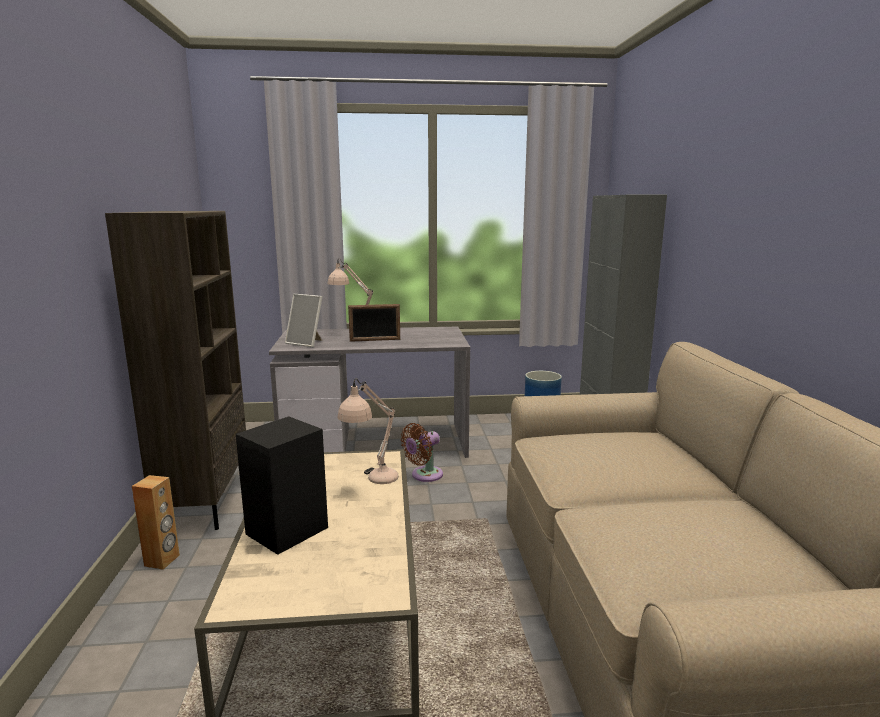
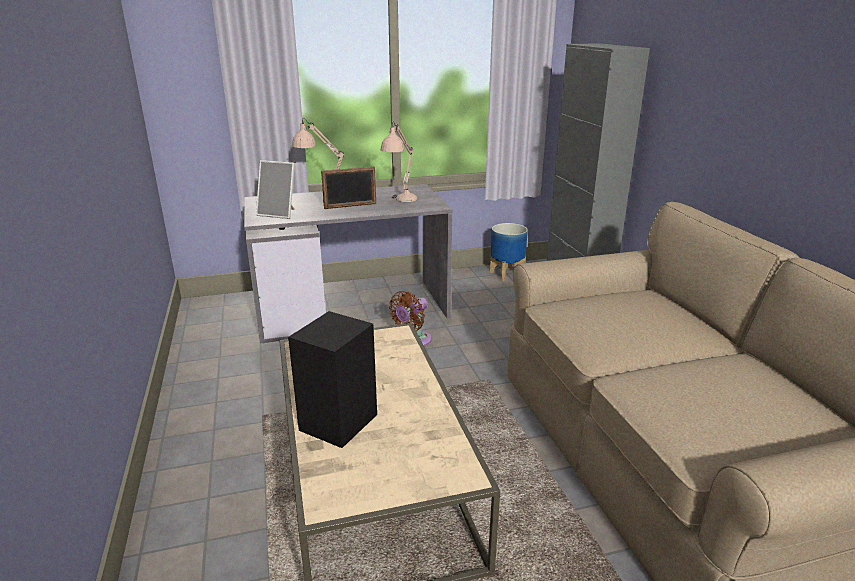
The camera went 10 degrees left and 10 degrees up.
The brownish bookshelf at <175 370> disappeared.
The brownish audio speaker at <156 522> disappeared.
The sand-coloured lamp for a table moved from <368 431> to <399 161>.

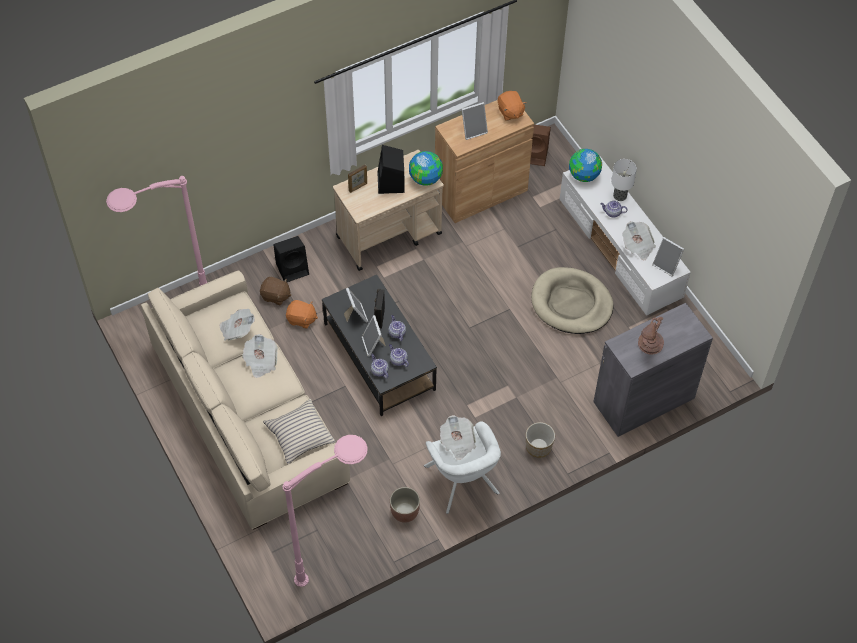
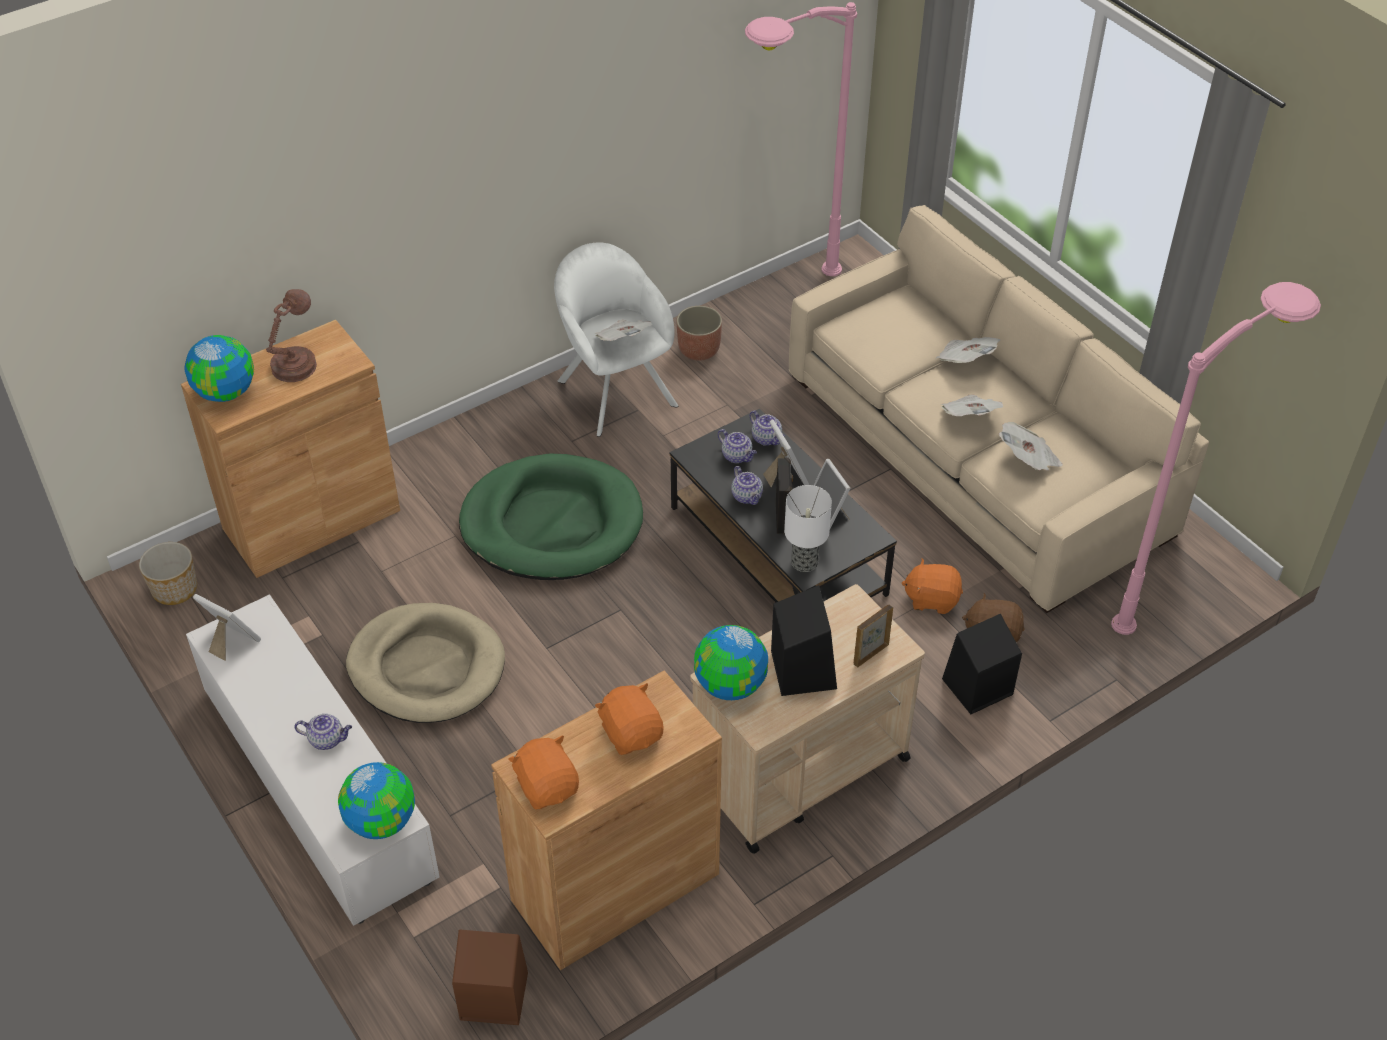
The camera went 175 degrees right and 10 degrees down.
The sand-coloured throw pillow at <299 431> disappeared.
The photo frame at <475 121> was replaced by the orange-coloured soft toy at <629 719>.
The flower pot moved from <540 440> to <168 573>.
The grey storage cabinet at <653 370> became the brownish storage cabinet at <290 449>.
The lamp for a table moved from <624 180> to <808 528>.
The newspaper moved from <639 240> to <968 350>.
The globe at <219 368> appeared.
The green pet bed at <551 516> appeared.

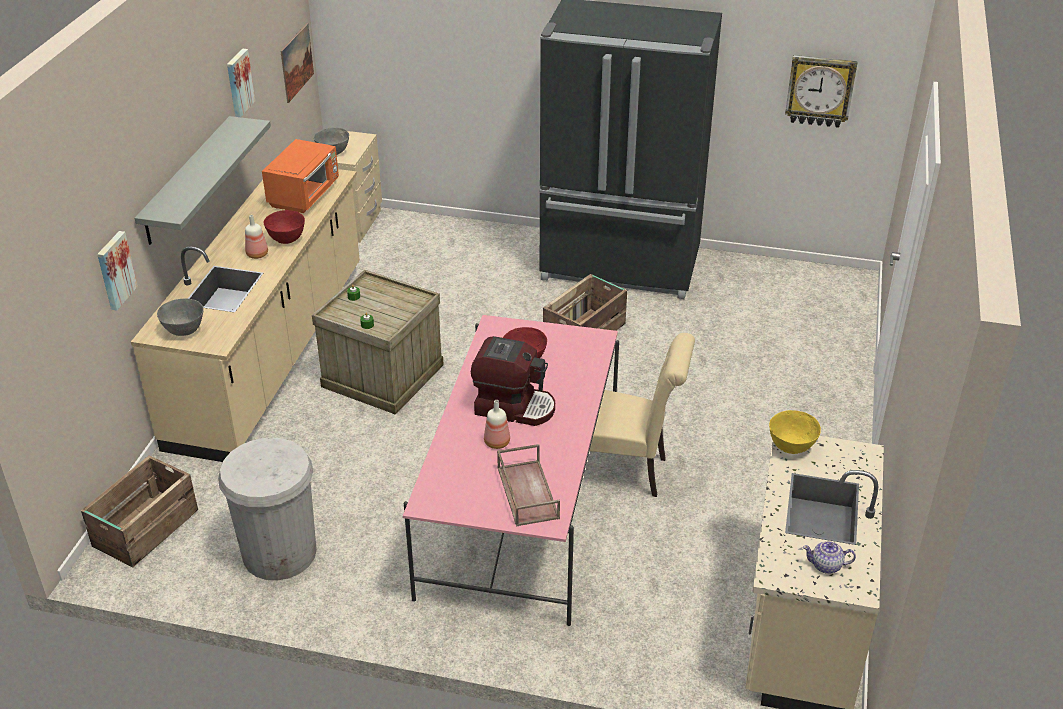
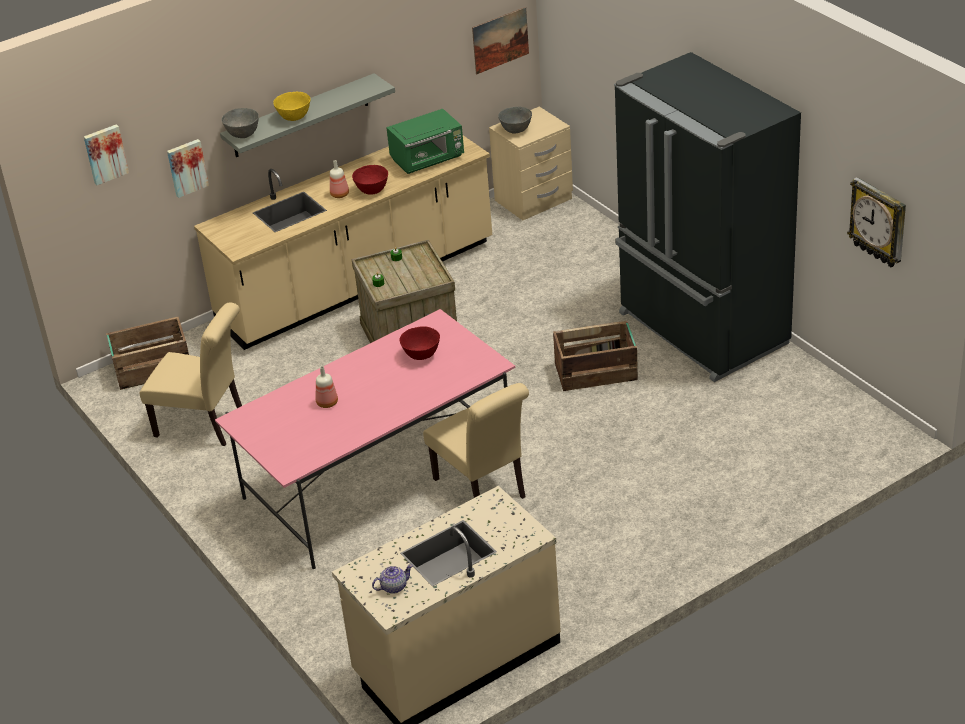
The camera went 45 degrees right and 0 degrees up.
The grey bowl moved from <180 317> to <240 123>.
The whitish rubbish bin at <267 509> was replaced by the sand-coloured chair at <190 374>.
The picture moved from <241 83> to <106 154>.
The orange-coloured kitchen microwave at <300 176> became the green kitchen microwave at <425 141>.
The coffee maker at <513 381> disappeared.
The brownish tray at <528 485> disappeared.
The yellow-coloured bowl moved from <795 432> to <292 106>.
The pot for tea at <829 557> turned 105 degrees clockwise.

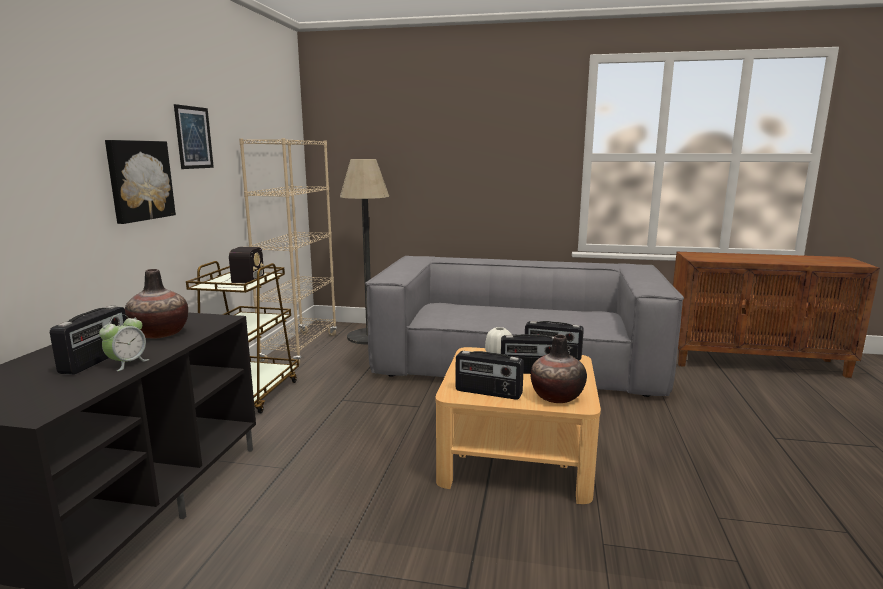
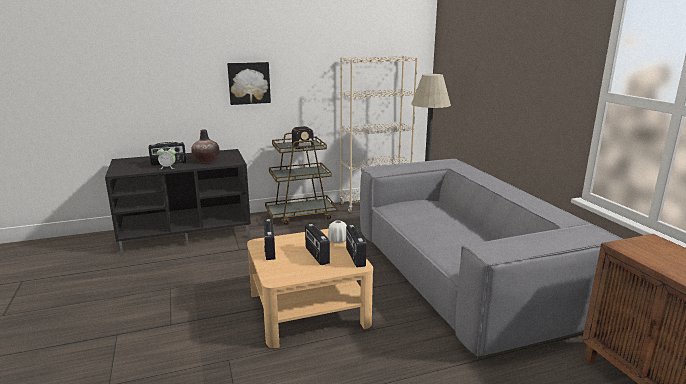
The camera went 60 degrees right and 5 degrees up.
The picture at <194 136> disappeared.
The flower vase at <559 369> disappeared.

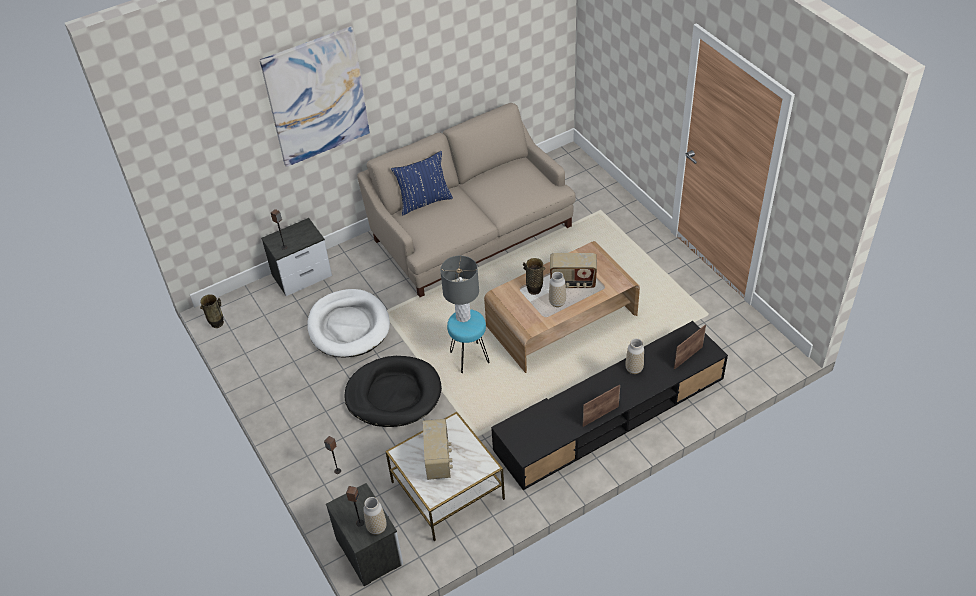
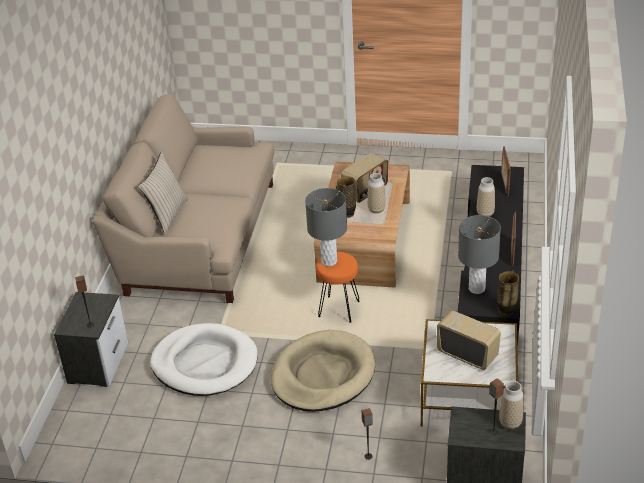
The camera went 50 degrees left and 10 degrees down.
The flower vase moved from <212 311> to <508 293>.
The picture at <315 96> disappeared.
The blackish pet bed at <393 391> became the sand-coloured pet bed at <322 371>.
The blue throw pillow at <422 183> became the sand-coloured throw pillow at <163 193>.
The turquoise-coloured stool at <468 341> became the orange-coloured stool at <338 287>.
The grey lamp for a table at <479 254> appeared.

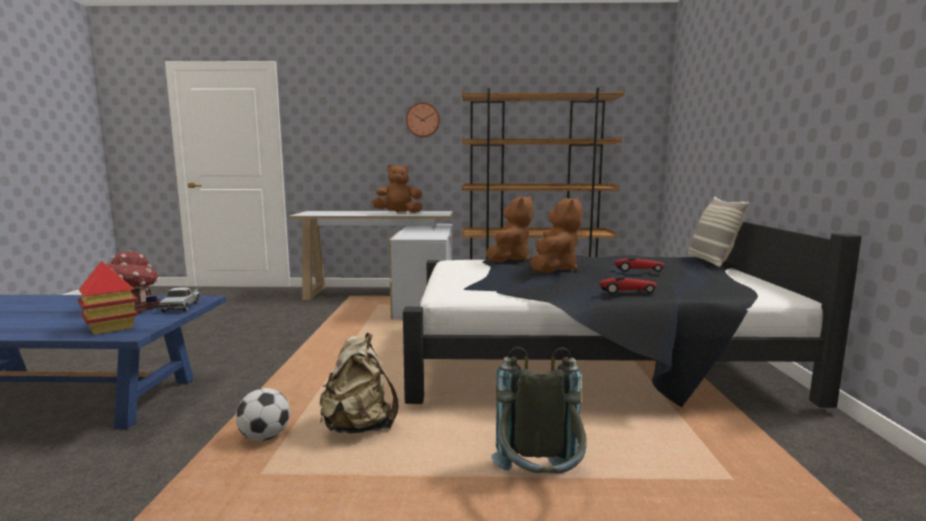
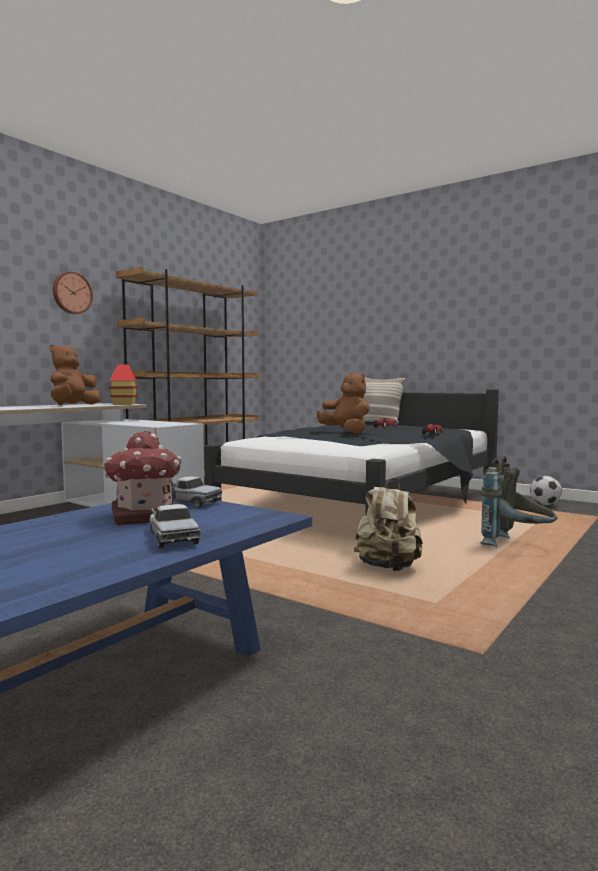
The camera went 55 degrees left and 5 degrees down.
The model house moved from <108 298> to <123 384>.
The football moved from <263 414> to <546 490>.
The brownish soft toy at <509 229> disappeared.
The model truck at <175 526> appeared.

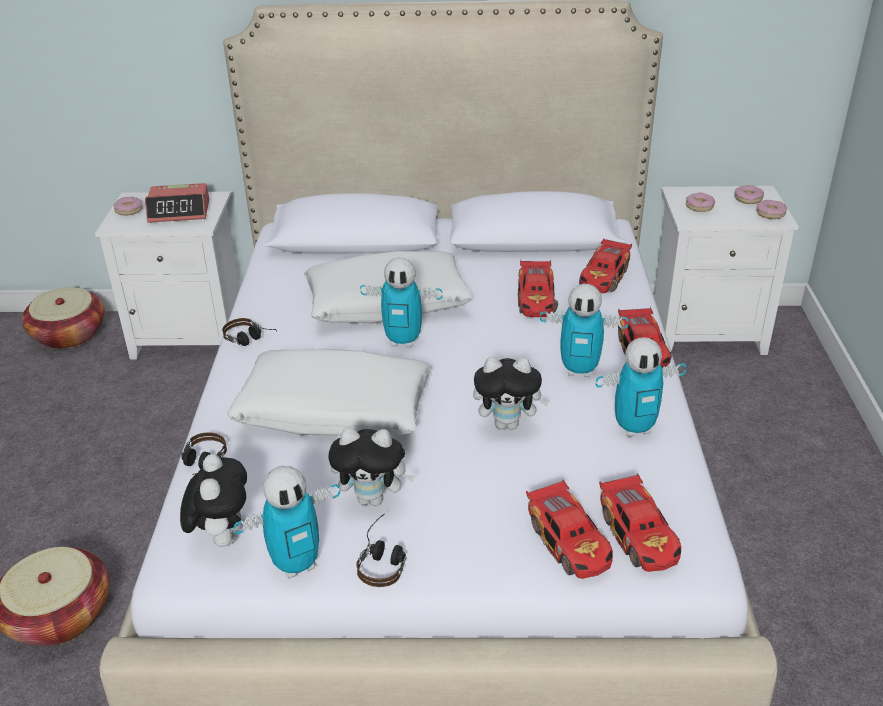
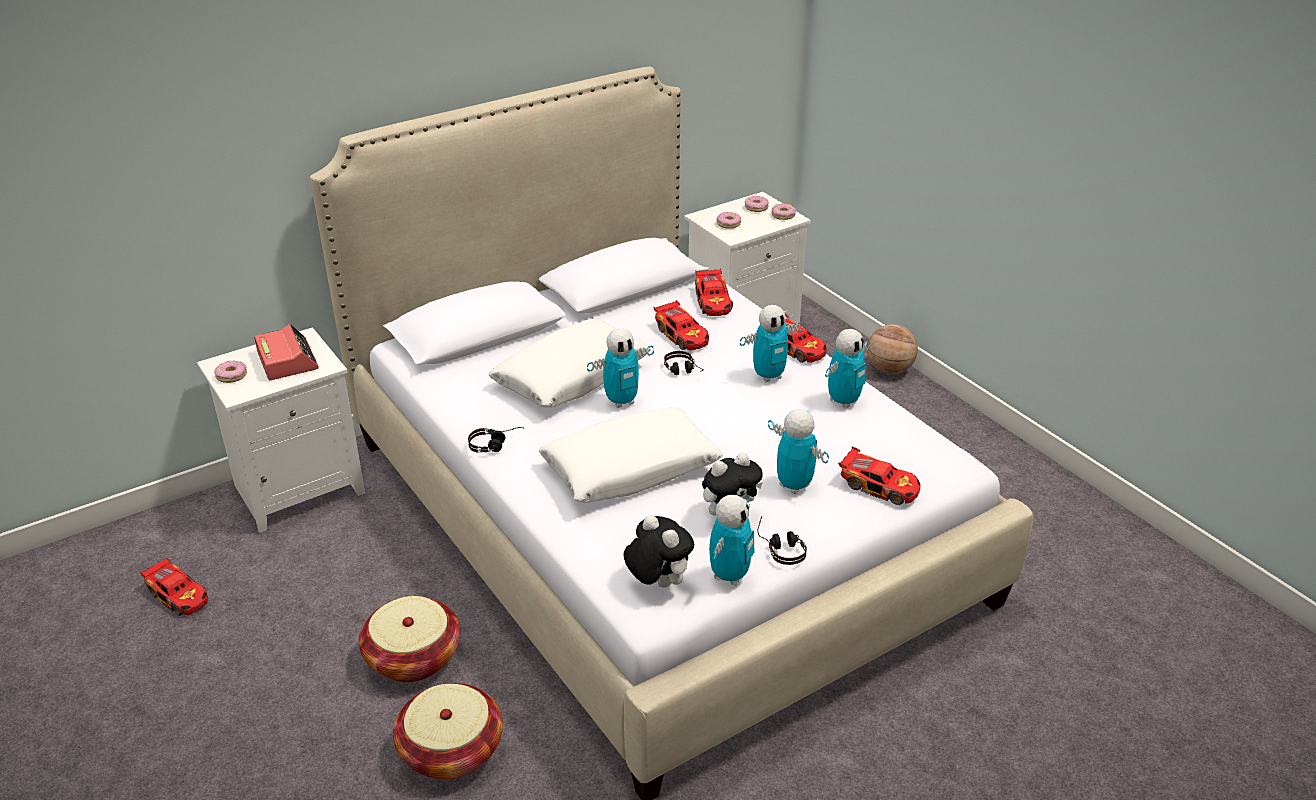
The camera went 35 degrees left and 0 degrees up.
The storage basket moved from <63 318> to <410 639>.
The table clock at <177 203> turned 75 degrees counterclockwise.
The headset moved from <204 453> to <684 363>.
The soft toy at <511 393> disappeared.
The toy car moved from <640 522> to <174 586>.
The toy robot at <798 451> appeared.
The basketball ball at <892 349> appeared.

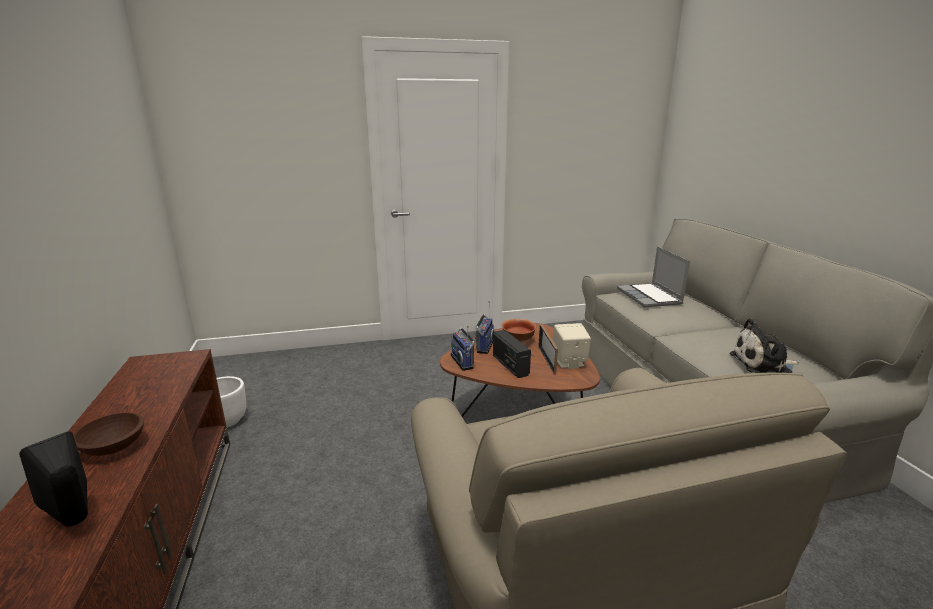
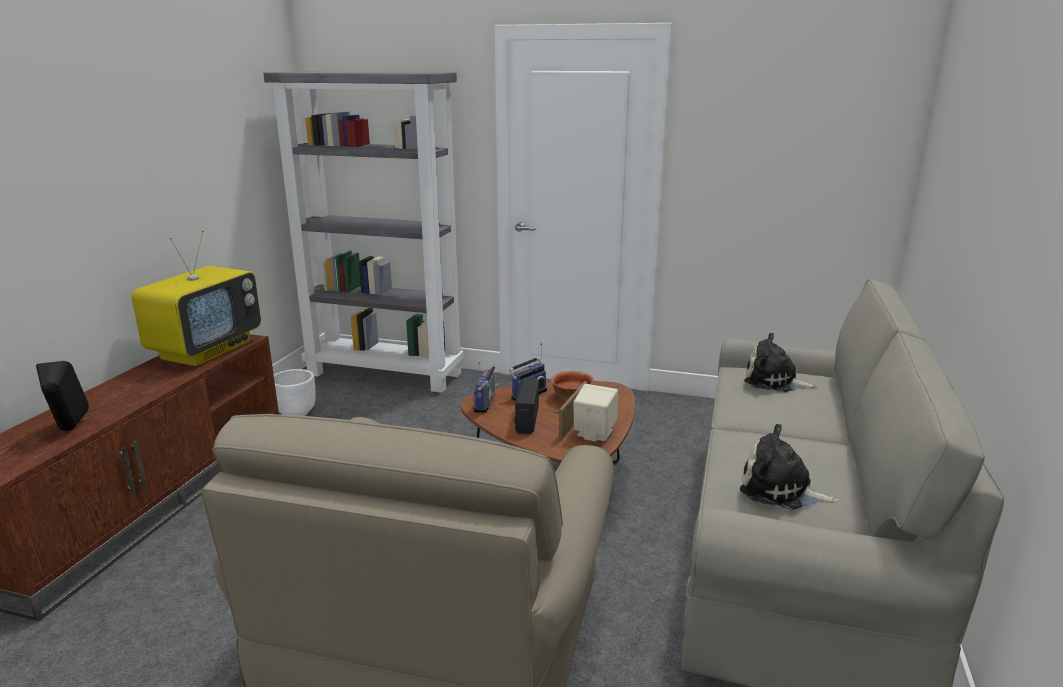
The camera went 30 degrees right and 0 degrees up.
The brownish bowl at <108 434> disappeared.
The laptop at <653 276> was replaced by the soft toy at <780 362>.
The television at <196 298> appeared.
The grey bookshelf at <363 232> appeared.

